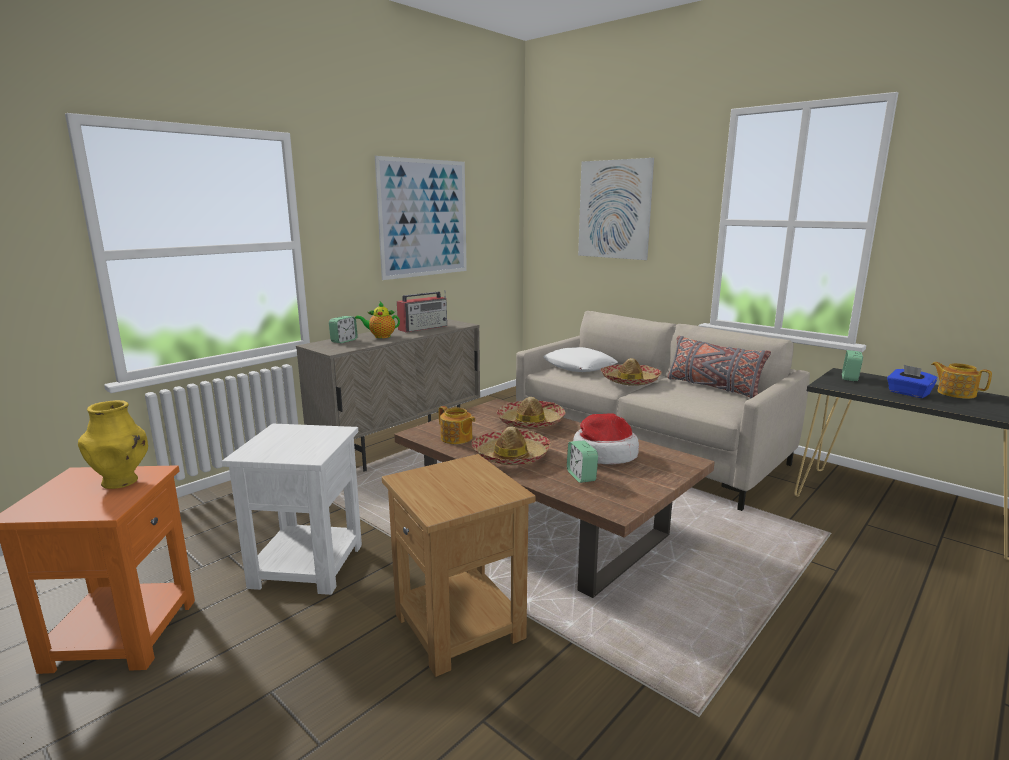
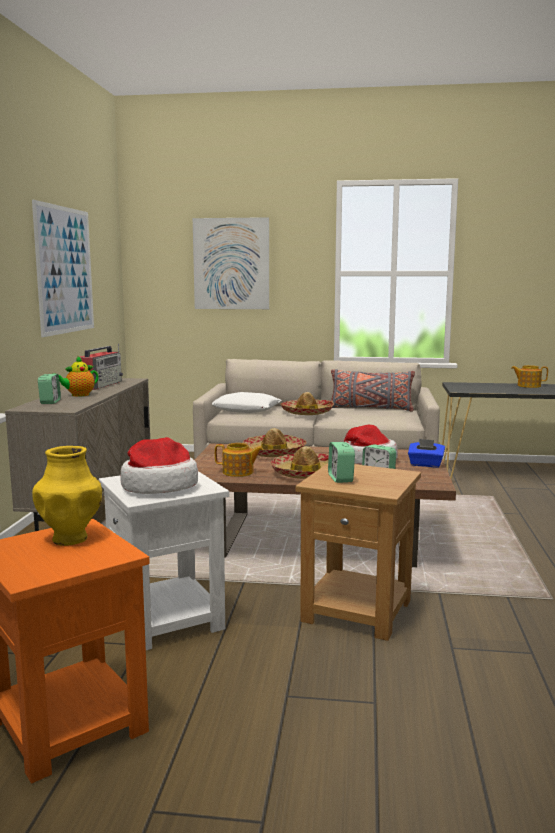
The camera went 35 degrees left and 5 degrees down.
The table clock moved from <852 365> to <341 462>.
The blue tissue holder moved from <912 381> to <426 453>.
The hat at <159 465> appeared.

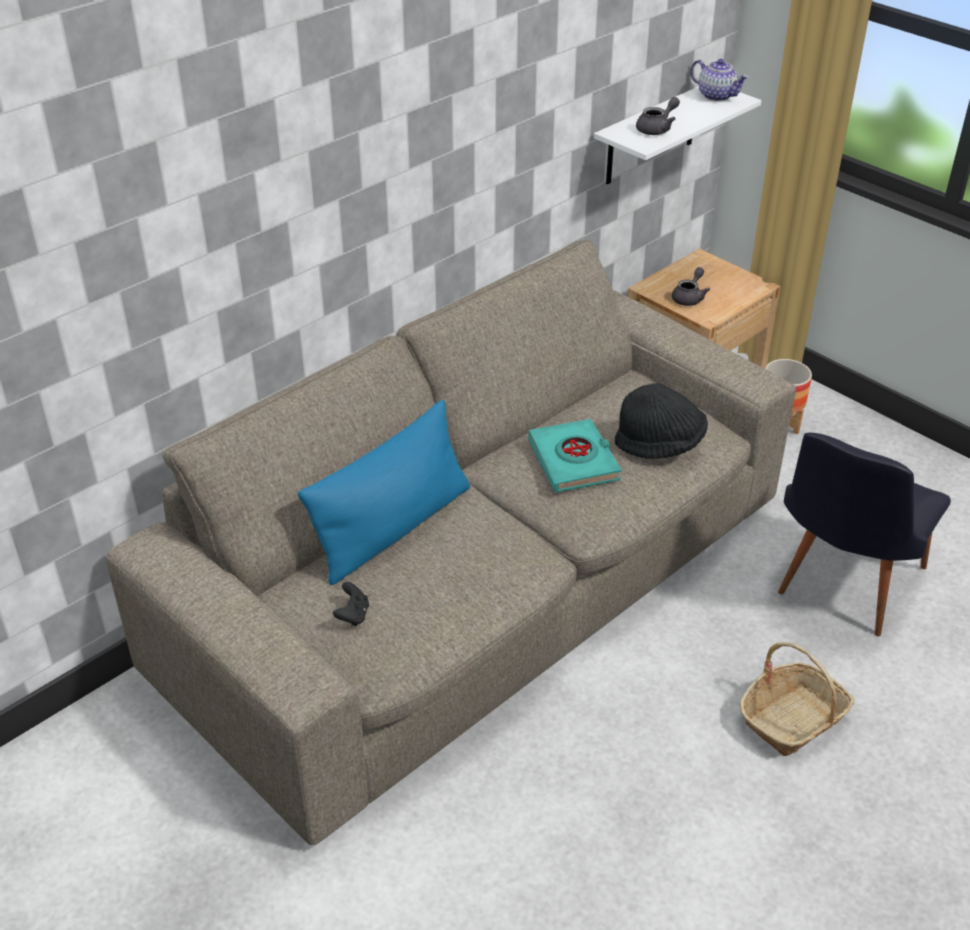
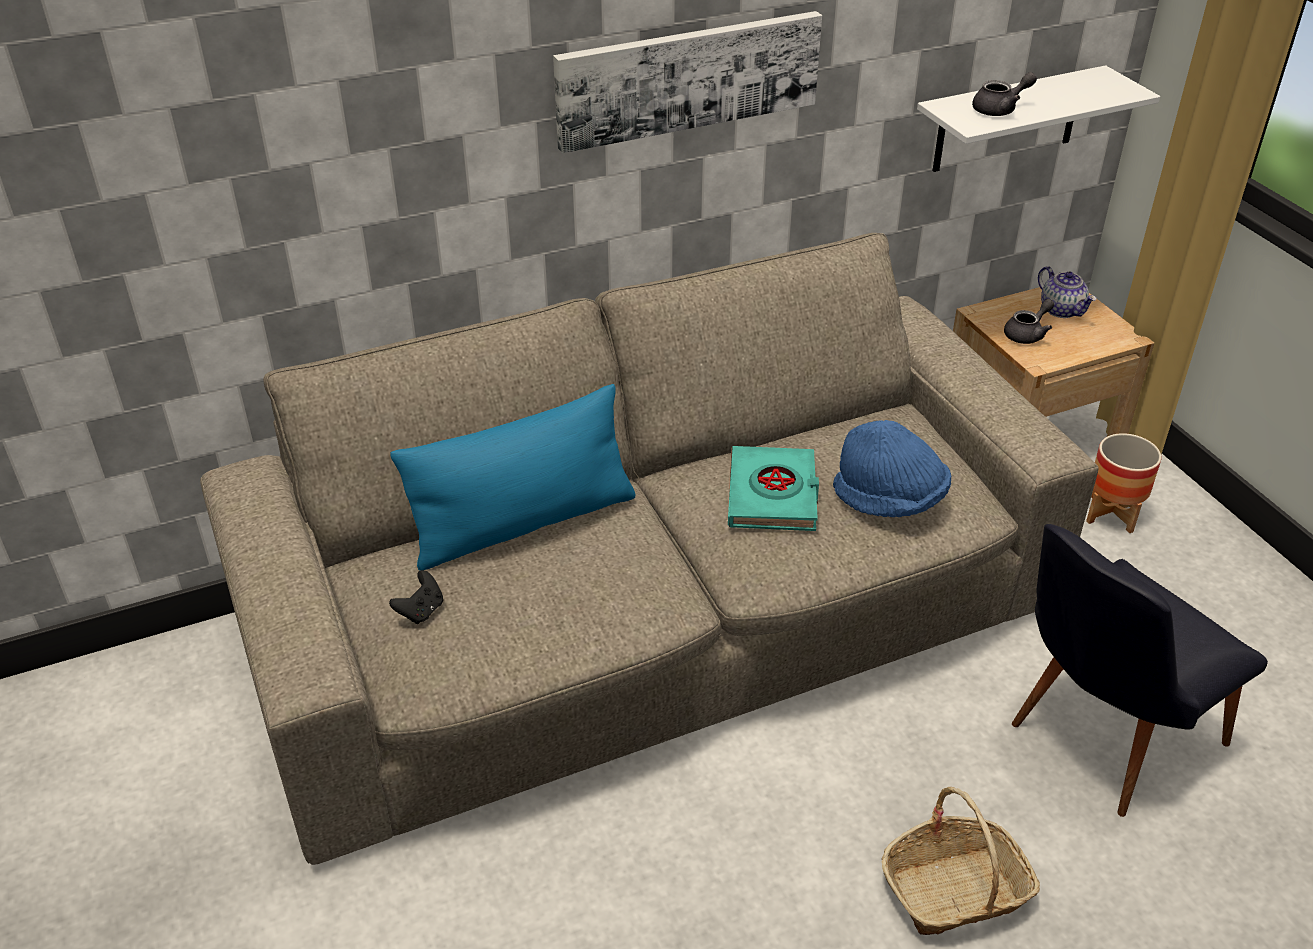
The camera went 20 degrees right and 0 degrees up.
The blackish hat at <661 421> became the blue hat at <892 468>.
The pot for tea moved from <719 80> to <1067 292>.
The picture at <687 82> appeared.

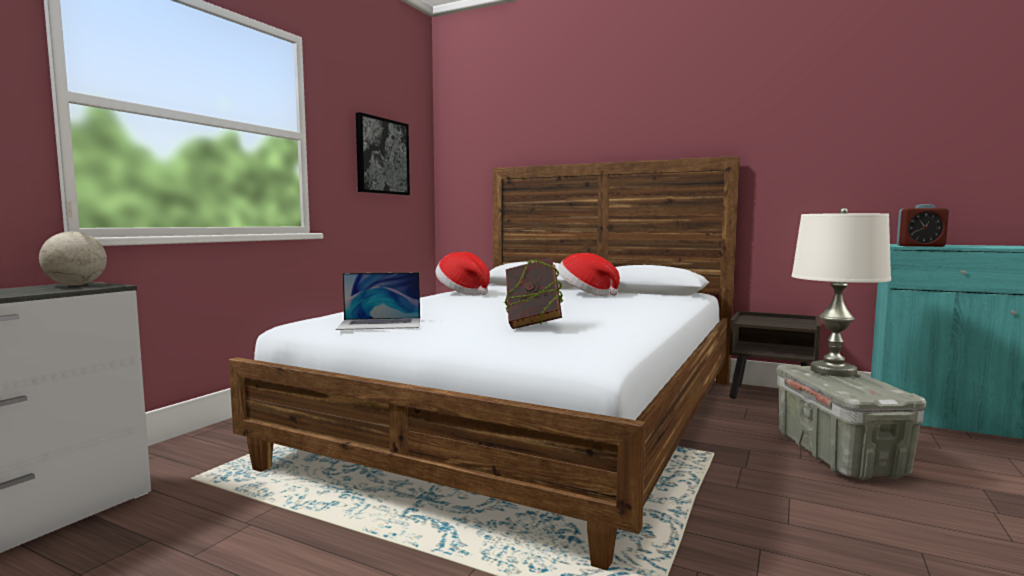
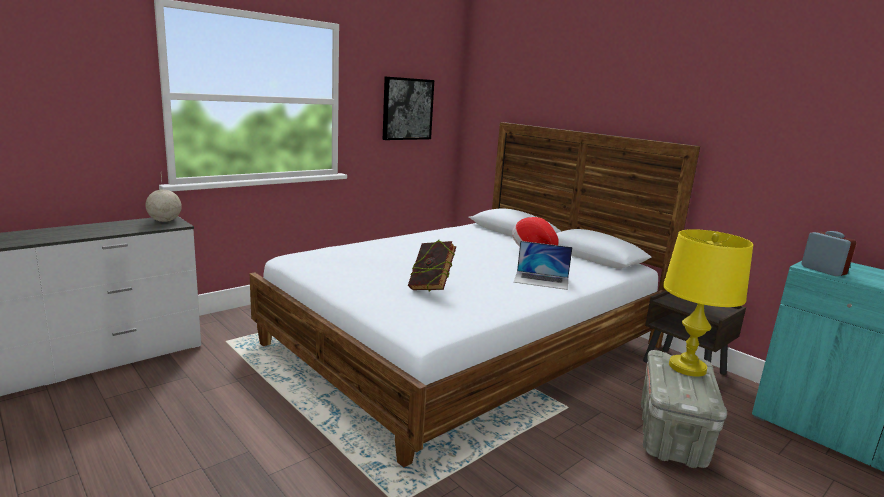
The camera went 20 degrees right and 10 degrees up.
The laptop moved from <378 301> to <543 265>.
The hat at <462 273> disappeared.
The whitish lamp for a table at <841 292> became the yellow-coloured lamp for a table at <708 303>.
The table clock at <923 225> turned 150 degrees counterclockwise.

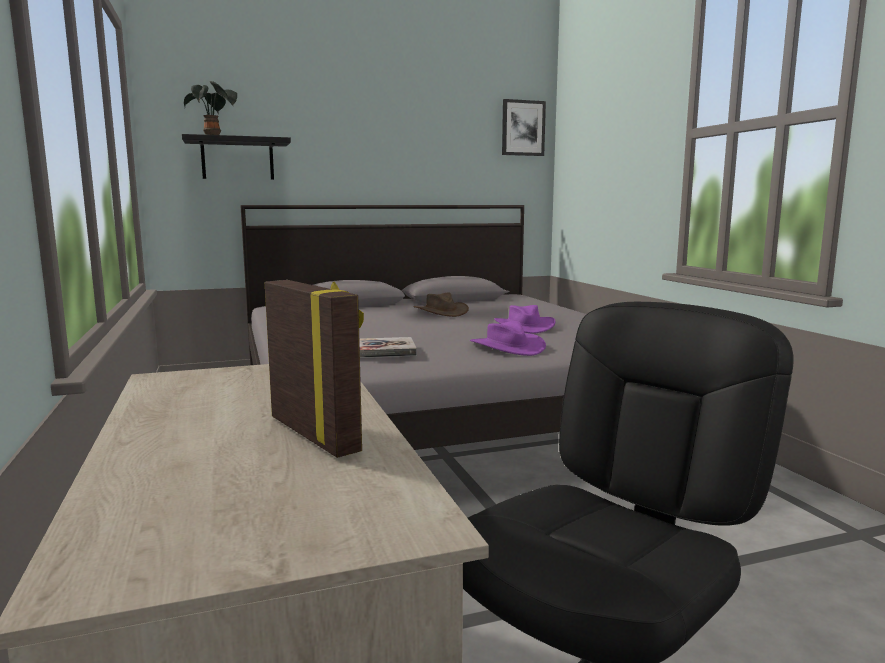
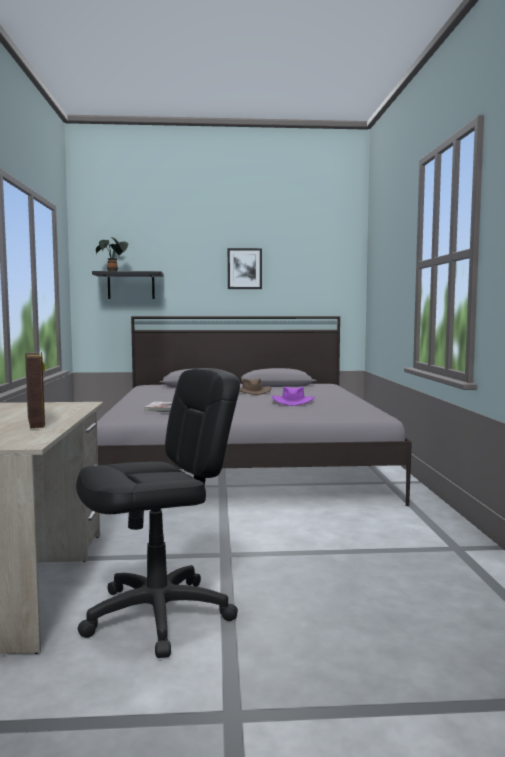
The camera went 15 degrees right and 5 degrees down.
The purple-coloured hat at <508 338> disappeared.
The picture moved from <524 127> to <245 268>.

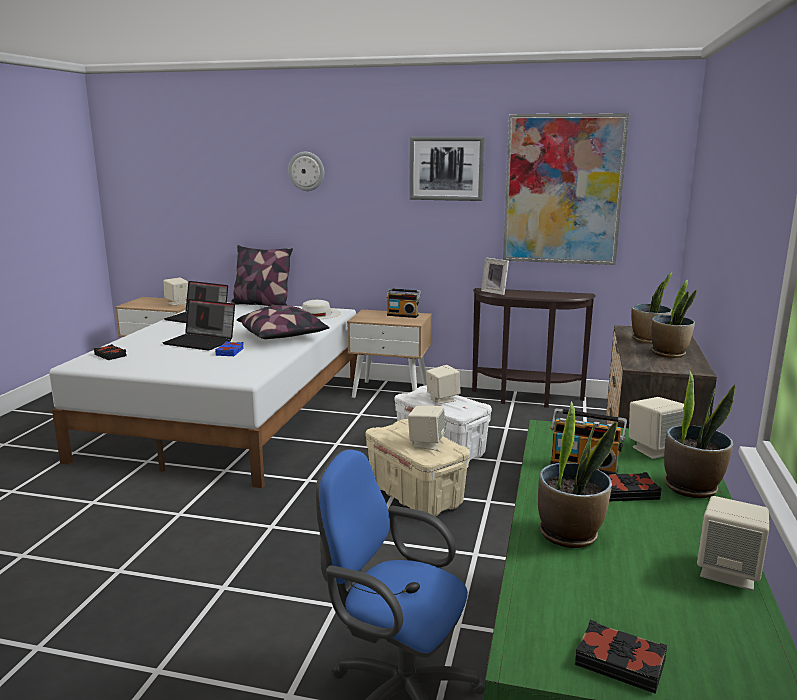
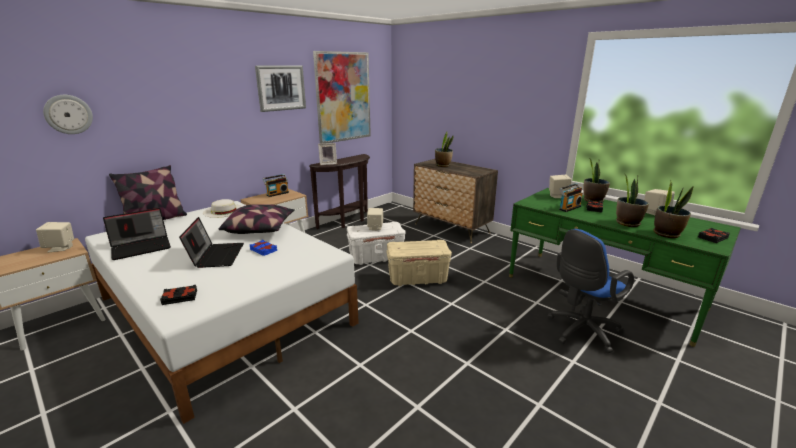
The camera went 60 degrees left and 5 degrees up.
The laptop at <199 325> turned 60 degrees counterclockwise.
The clock on the wall moved from <306 171> to <68 114>.
The sand-coloured audio speaker at <427 428> disappeared.
The plant in a pot moved from <674 318> to <673 209>.

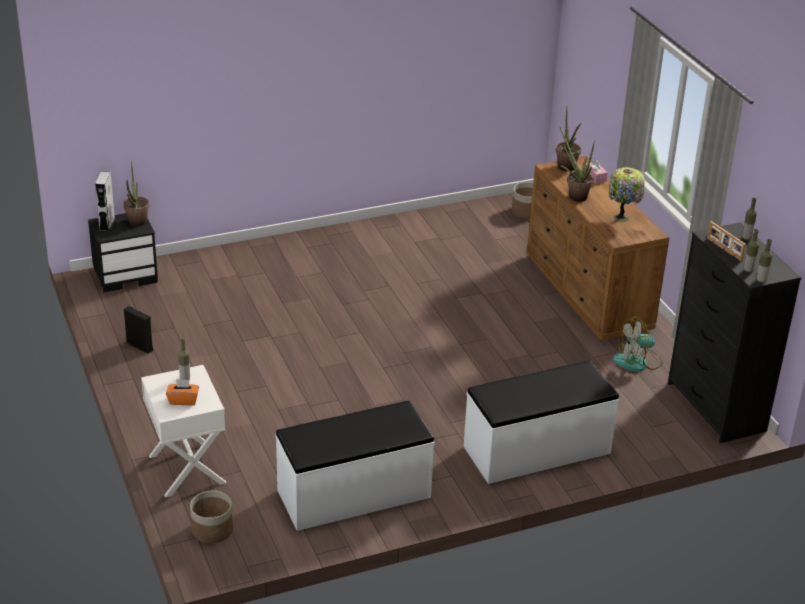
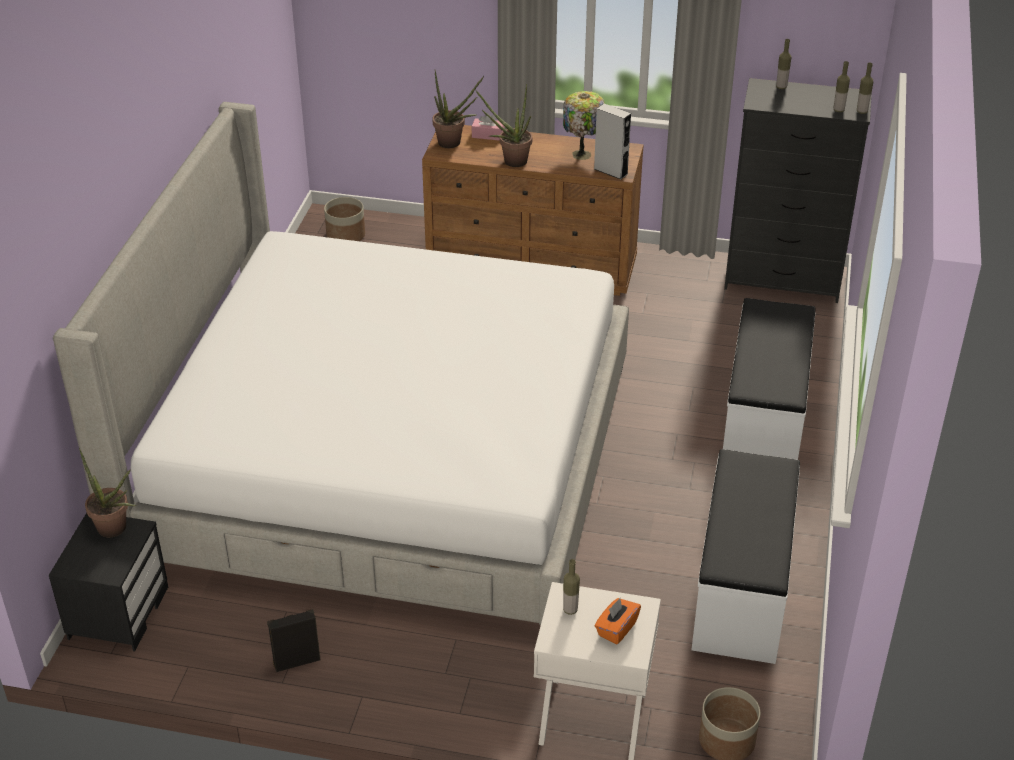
The camera went 55 degrees left and 5 degrees up.
The grey audio speaker moved from <105 201> to <612 142>.
The fan at <638 344> disappeared.
The photo frame at <726 241> disappeared.
The sleeping bed at <341 363> appeared.

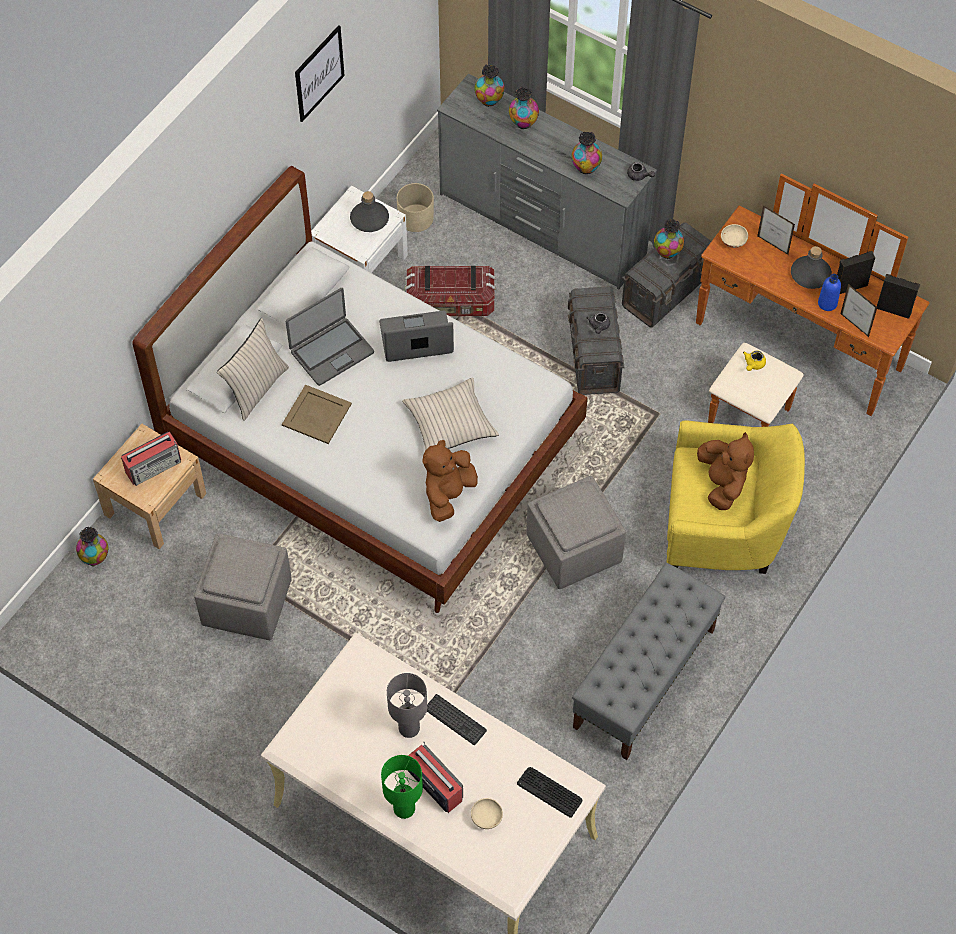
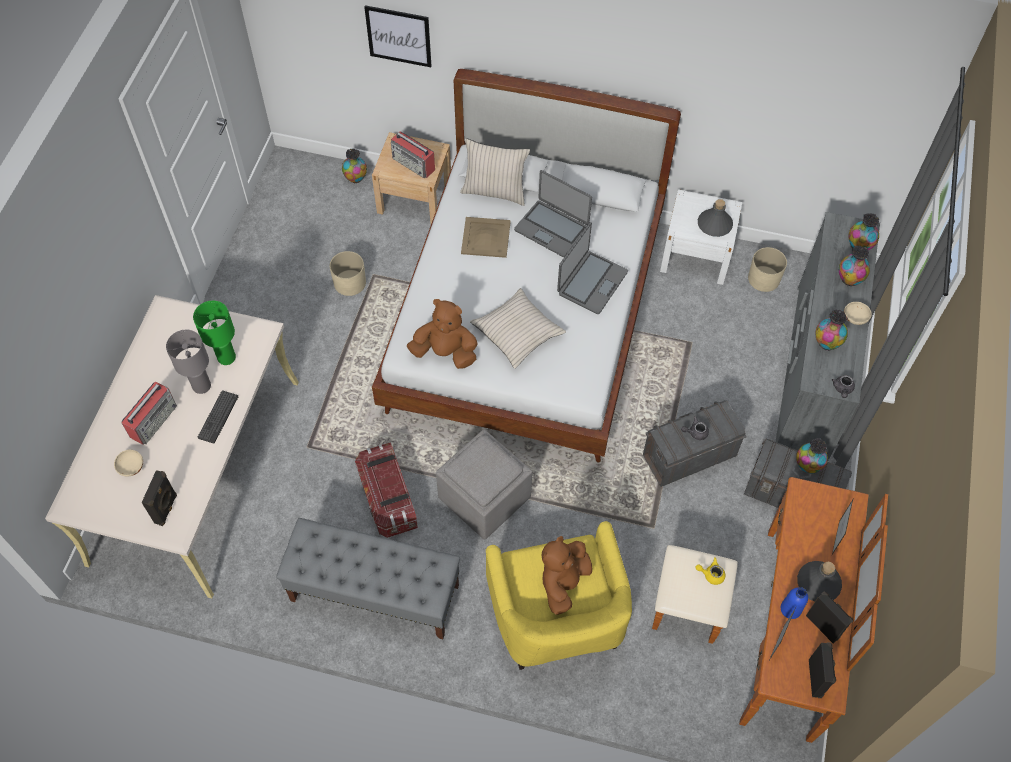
The camera went 70 degrees right and 0 degrees up.
The grey footrest at <243 586> was replaced by the sand-coloured flower pot at <348 273>.
The picture moved from <320 73> to <397 36>.
The laptop at <416 336> turned 60 degrees clockwise.
The green lamp for a table moved from <402 787> to <214 333>.
The storage container moved from <450 291> to <386 490>.
The computer keyboard at <549 792> was replaced by the blackish audio speaker at <159 498>.
The brownish soft toy at <725 471> turned 150 degrees clockwise.
The sand-coloured bowl moved from <734 236> to <858 313>.

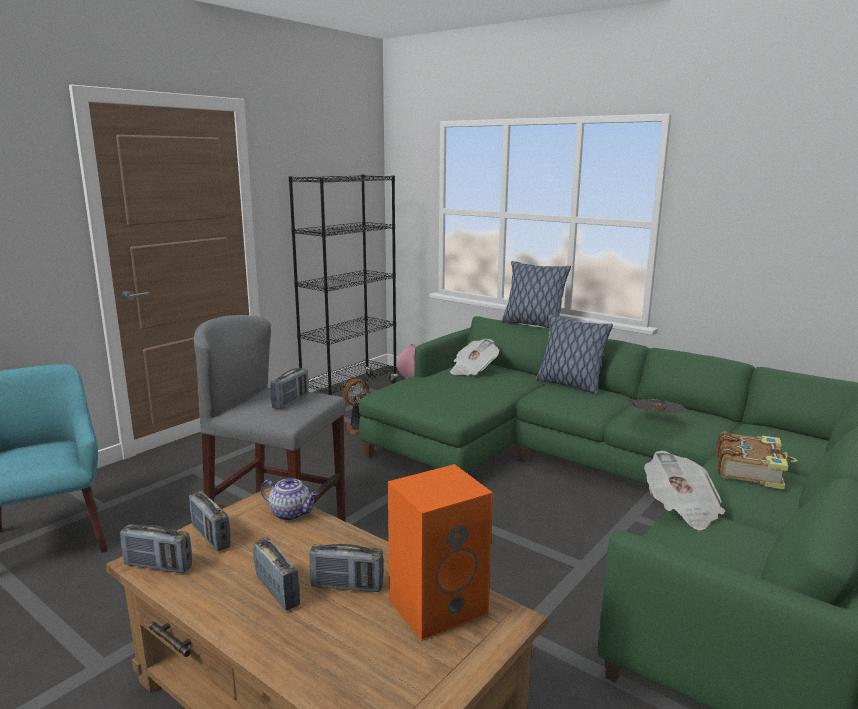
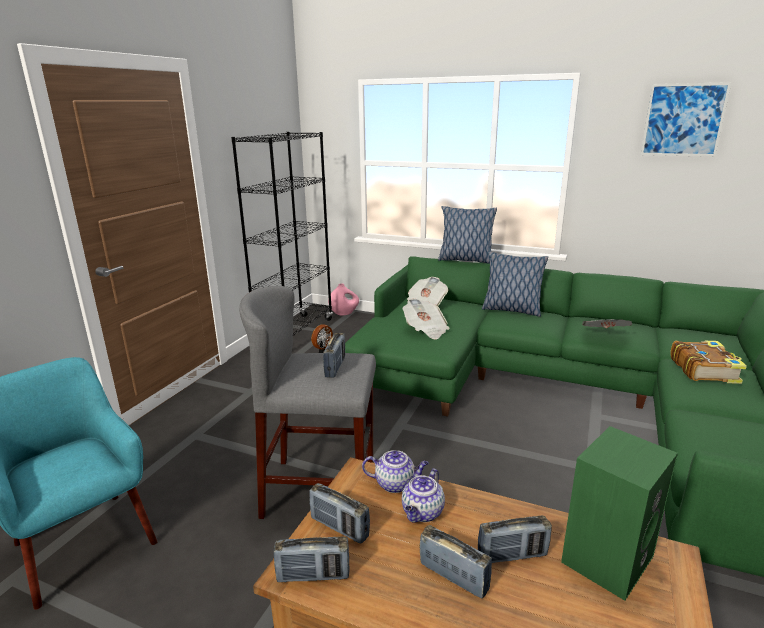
The camera went 15 degrees left and 5 degrees up.
The orange-coloured audio speaker at <440 552> became the green audio speaker at <619 513>.
The newspaper moved from <684 491> to <426 319>.
The pot for tea at <423 496> appeared.
The picture at <686 119> appeared.

